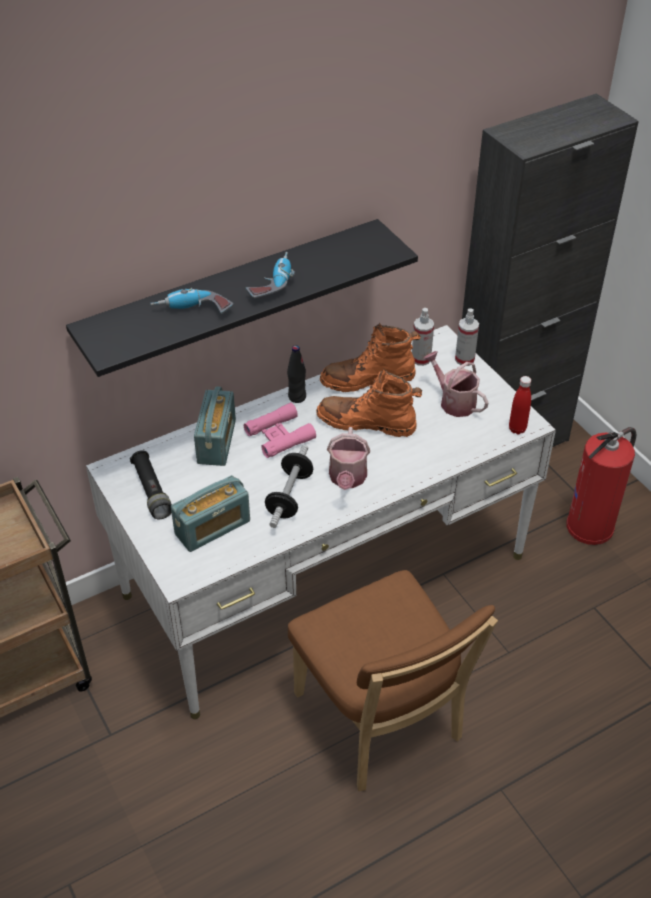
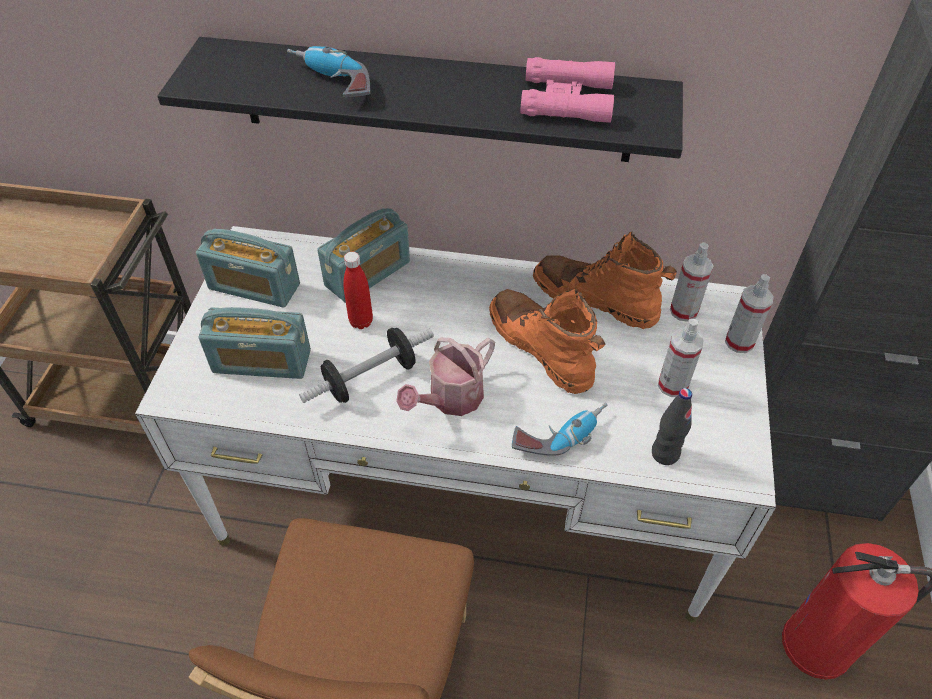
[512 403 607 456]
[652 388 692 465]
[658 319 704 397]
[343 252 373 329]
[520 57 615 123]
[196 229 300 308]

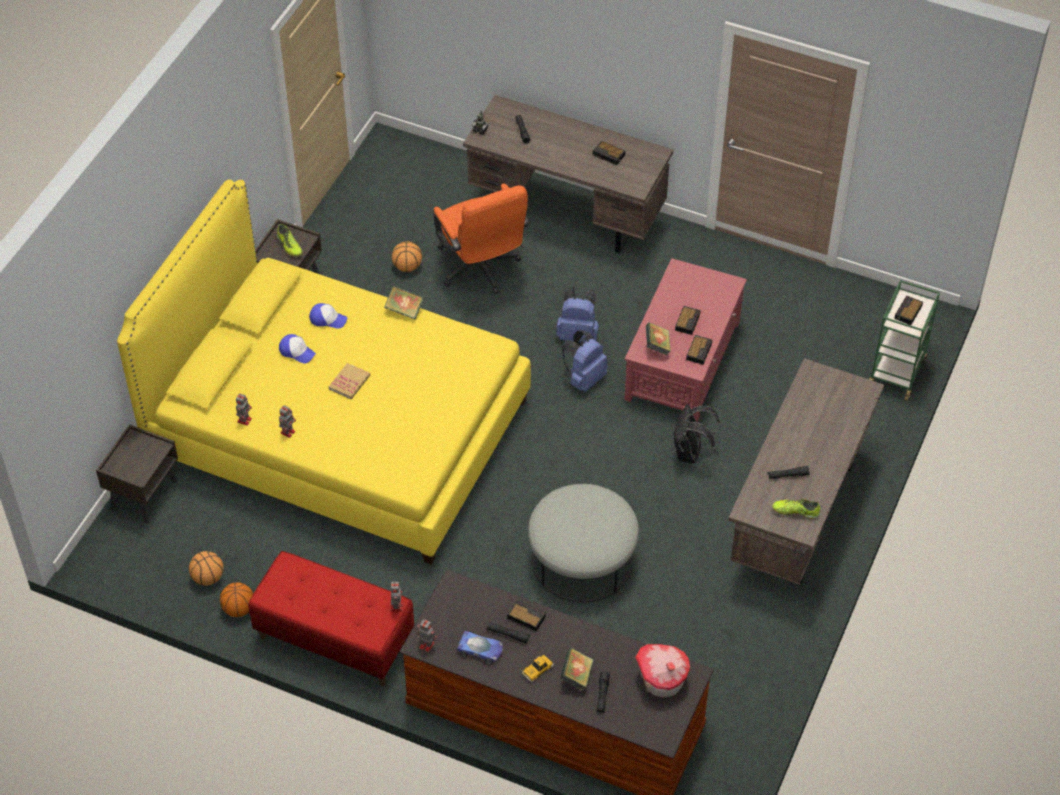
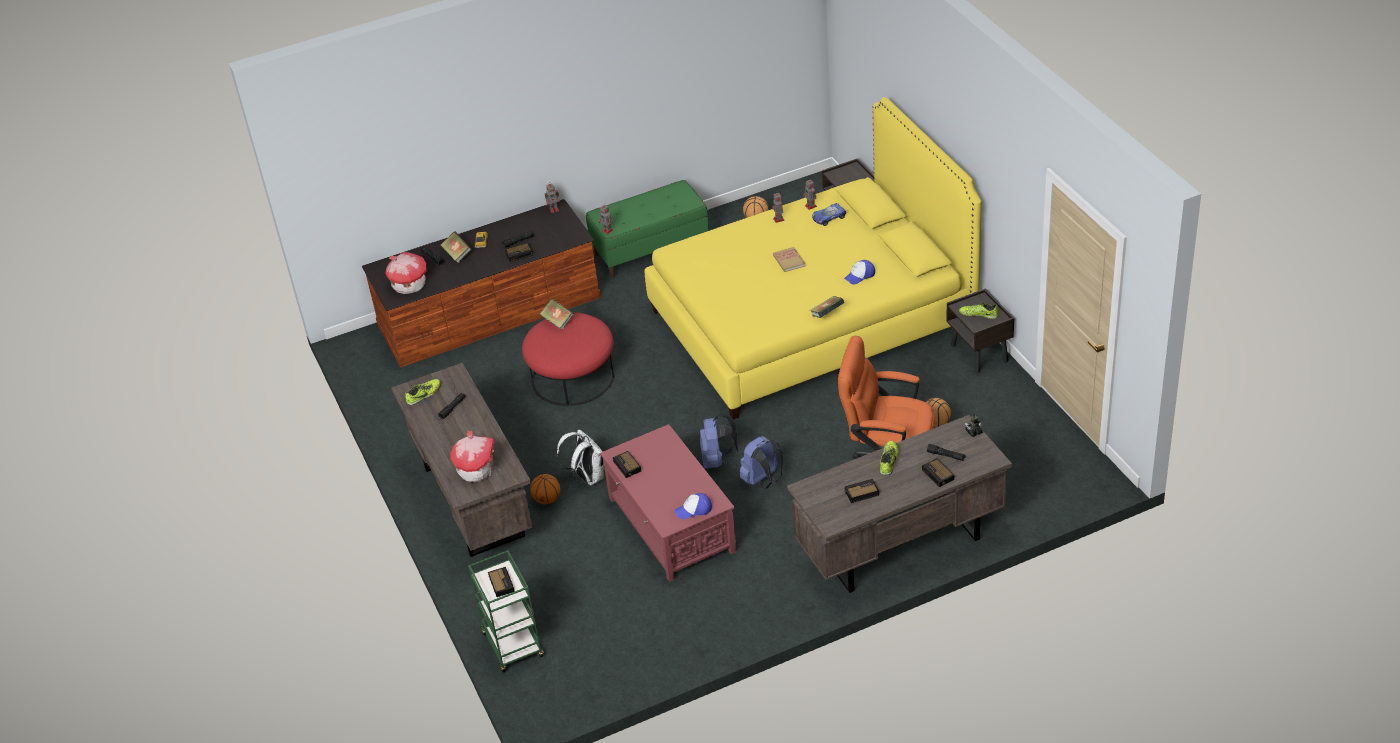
[922 458 954 487]
[540 298 574 330]
[675 493 712 519]
[557 429 604 486]
[522 312 615 406]
[586 180 709 278]
[530 474 560 504]
[812 203 846 226]
[450 431 494 482]
[880 441 899 475]

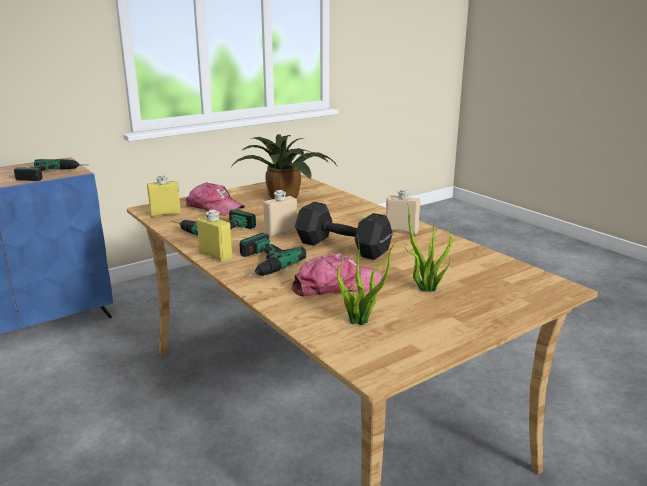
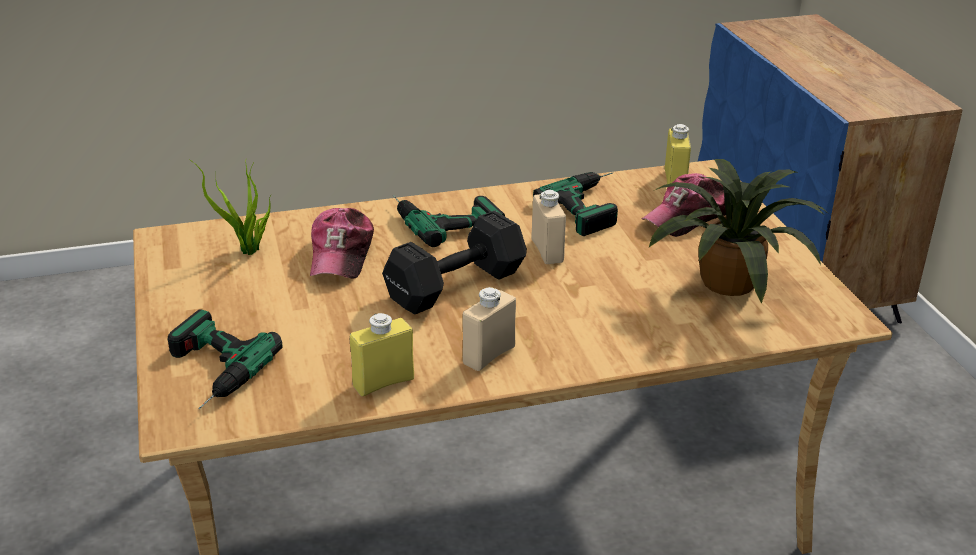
[168 310 283 409]
[403 197 452 292] (first image)
[350 313 414 396]

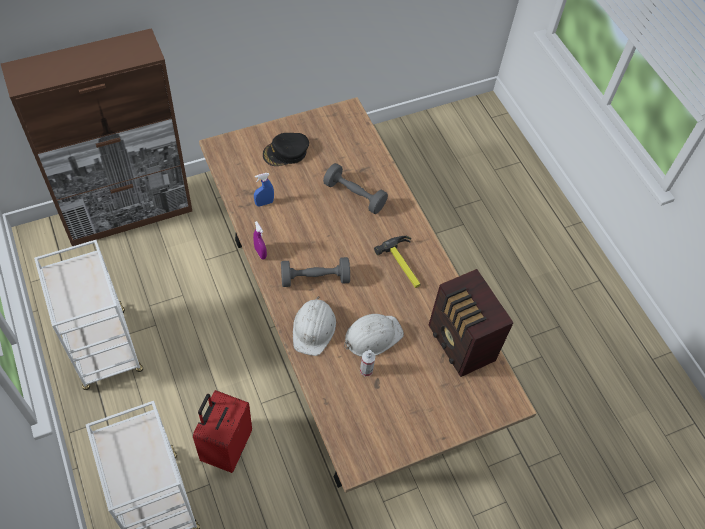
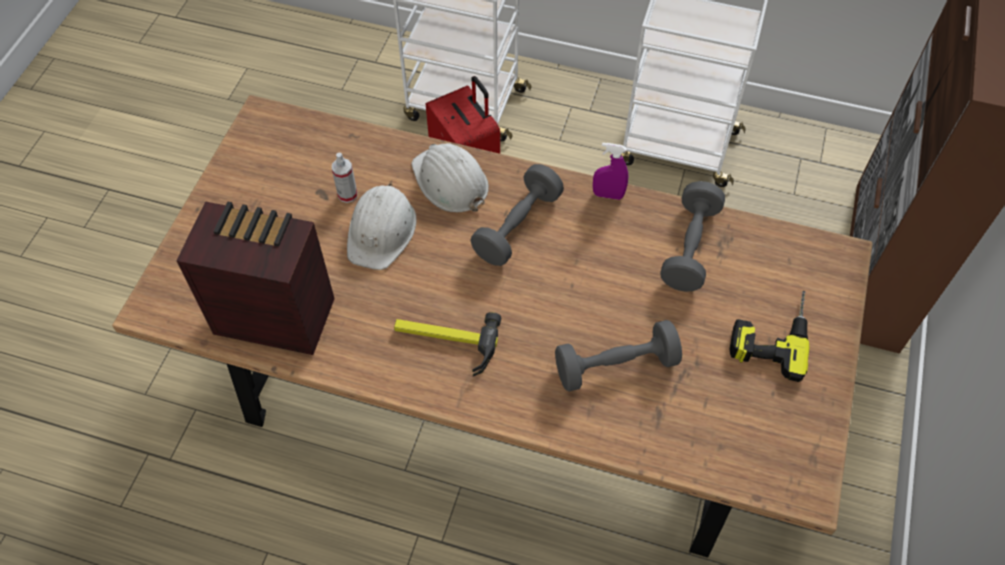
[730 291 809 382]
[660 181 725 292]

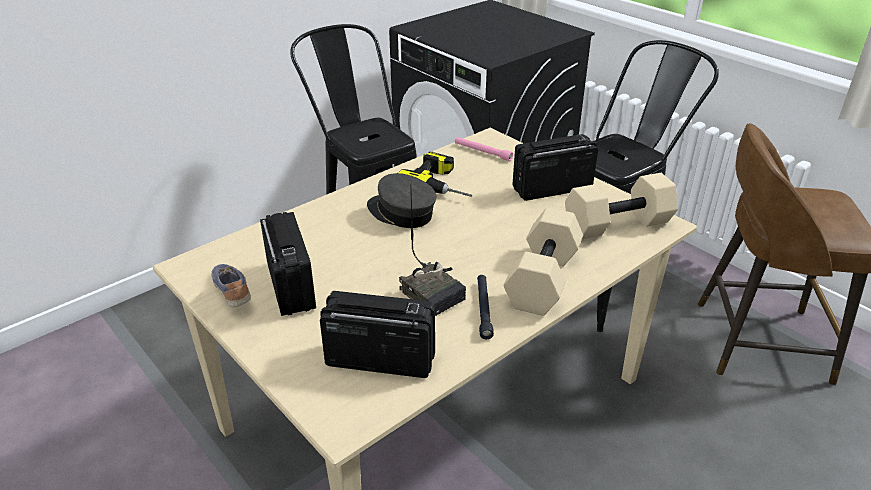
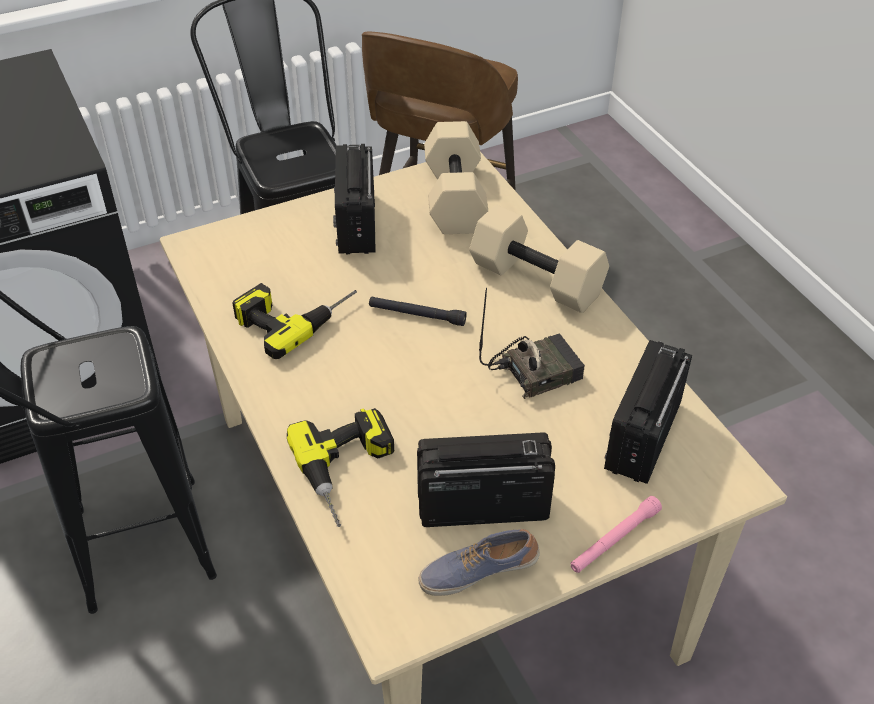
[571 496 662 573]
[367 173 436 228] (first image)
[369 297 467 326]
[287 408 394 527]

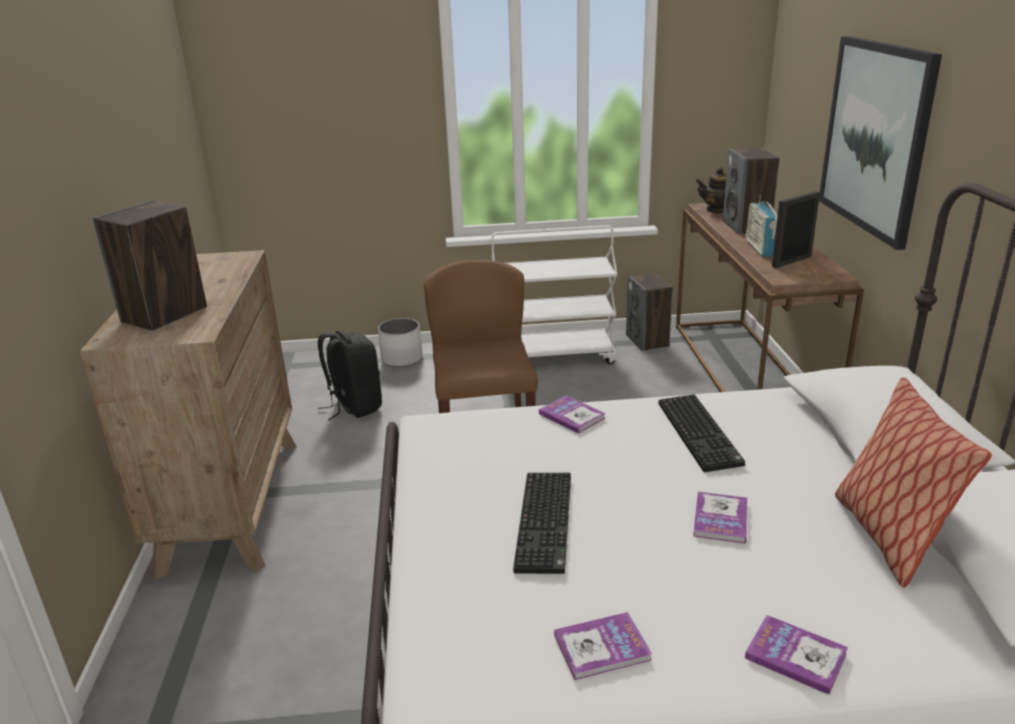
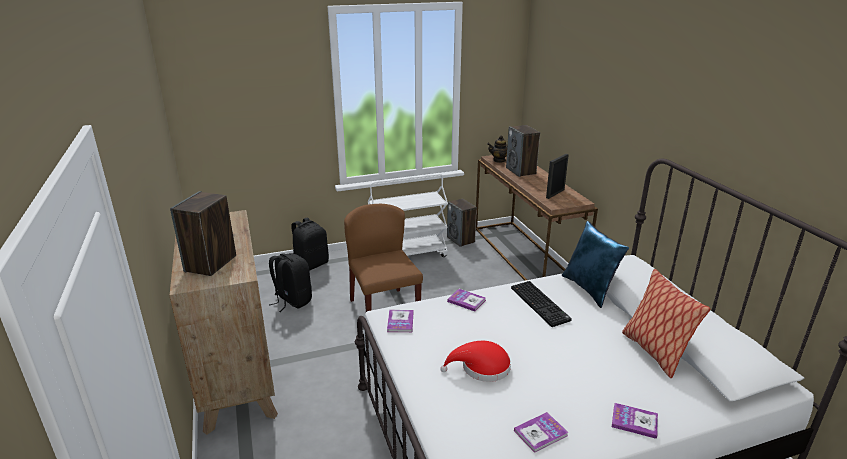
[819 36 942 250] (first image)
[746 195 778 257] (first image)
[291 217 329 271]
[440 341 511 382]
[387 310 413 332]
[562 221 629 308]

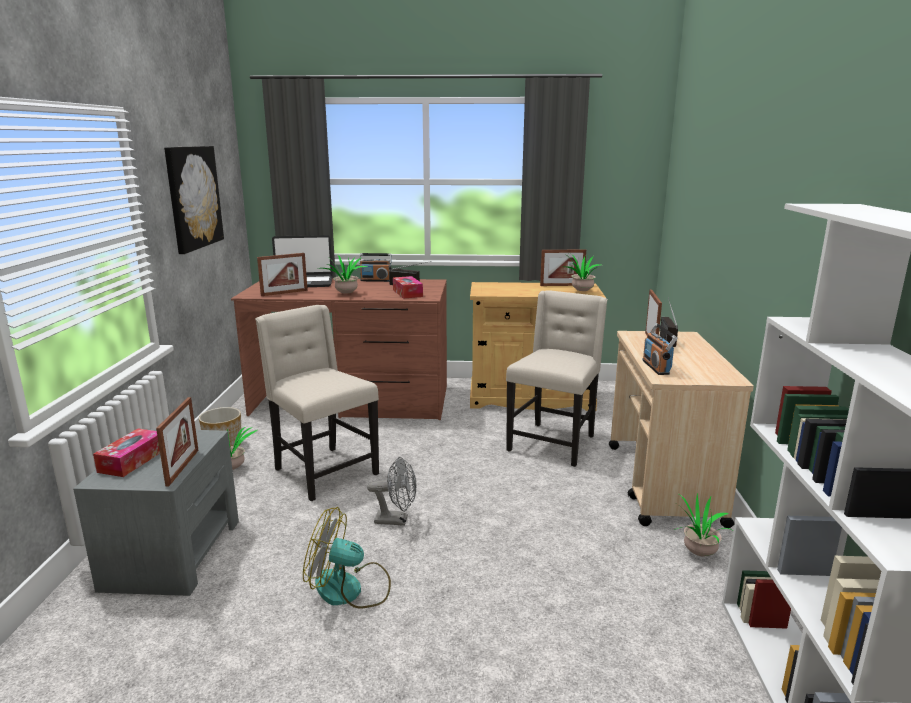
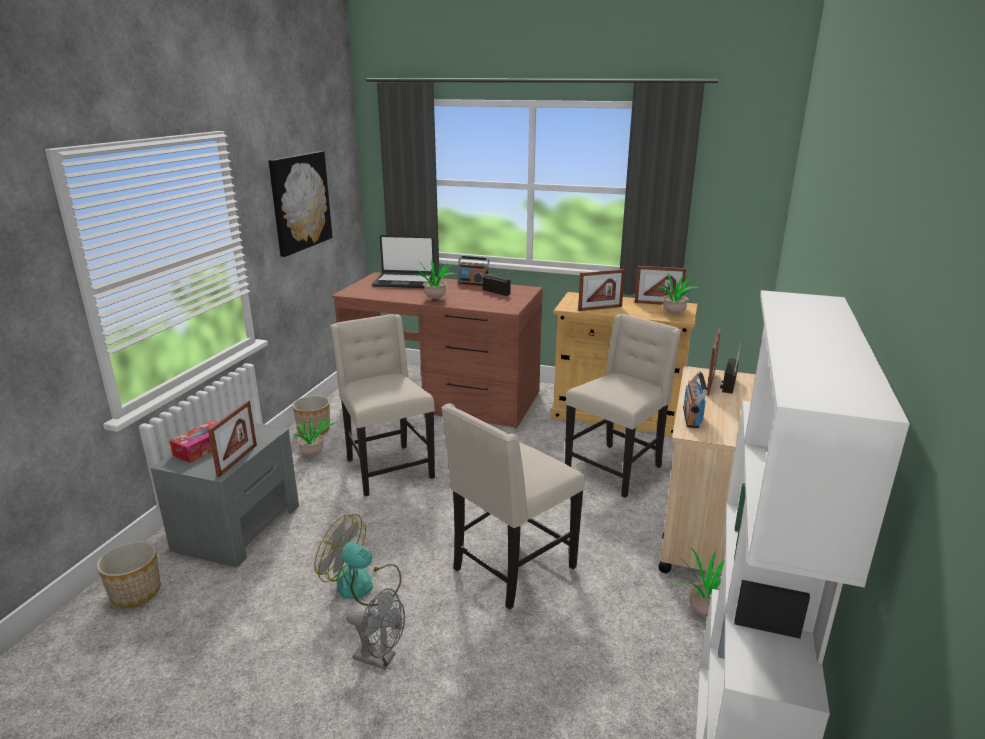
[578 269 625 311]
[393 276 423 299] (first image)
[346 588 405 670]
[441 403 585 610]
[97 541 161 608]

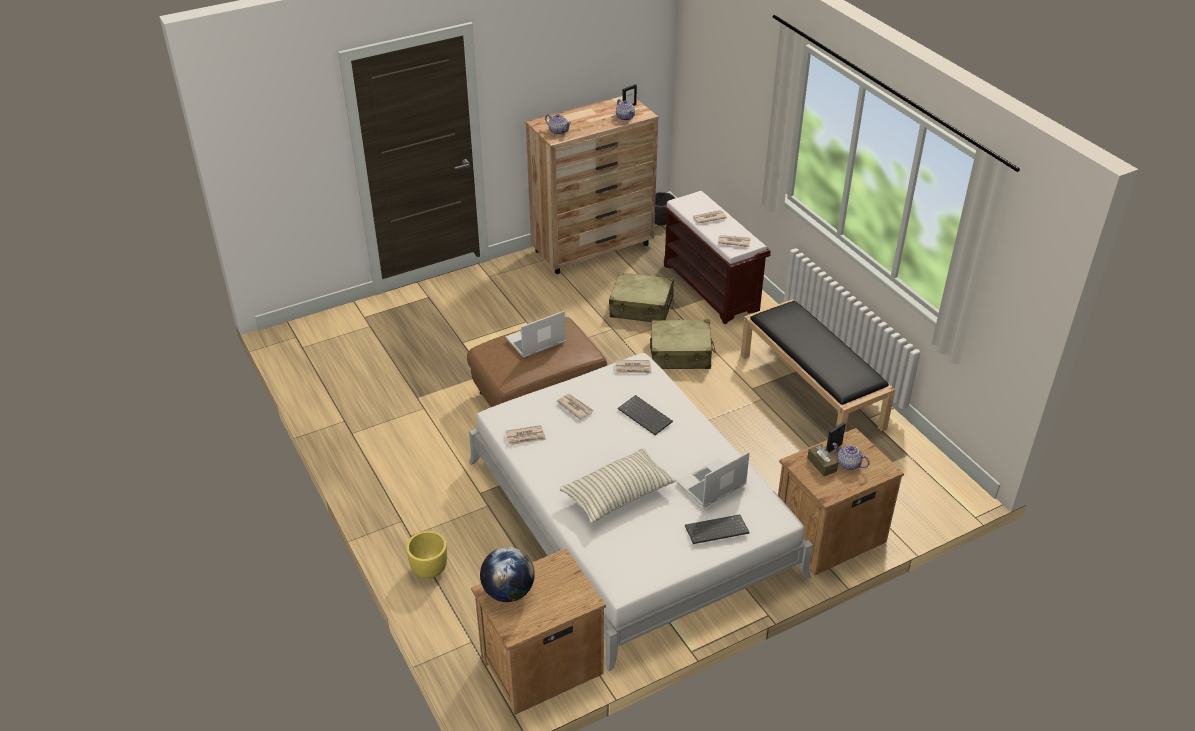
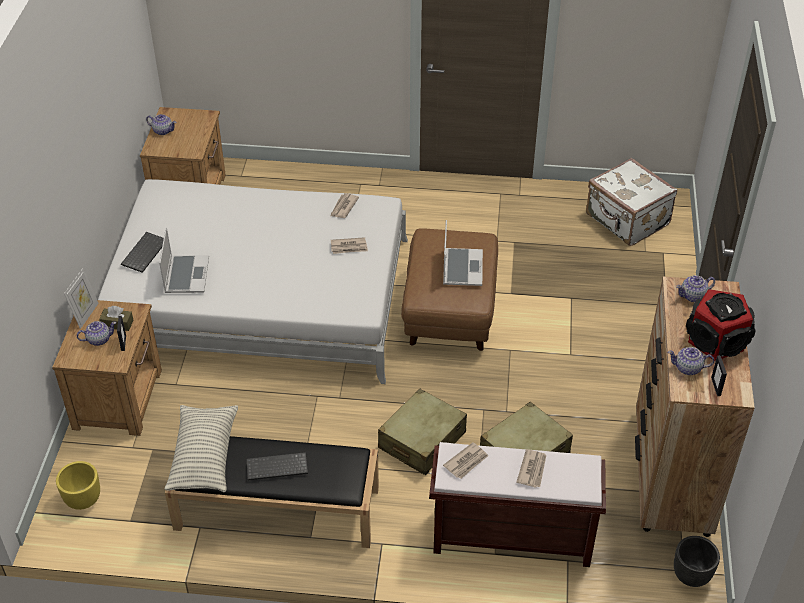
[616 360 652 374] (first image)
[247 452 308 481]
[165 405 238 493]
[56 461 100 510]
[480 547 535 602] (first image)
[146 114 176 135]
[586 158 677 246]
[64 268 99 329]
[686 289 756 361]

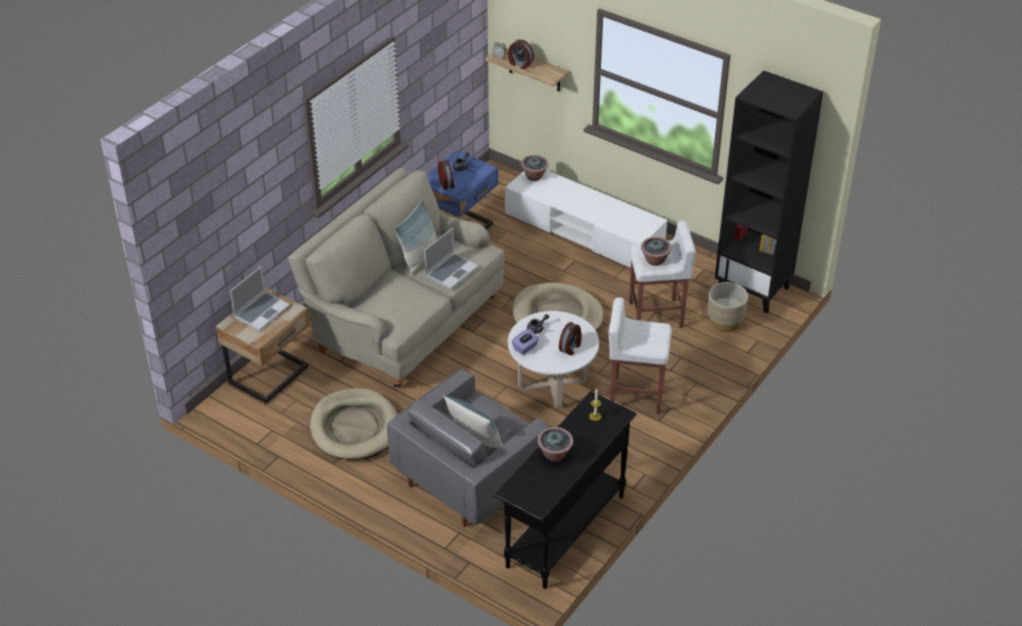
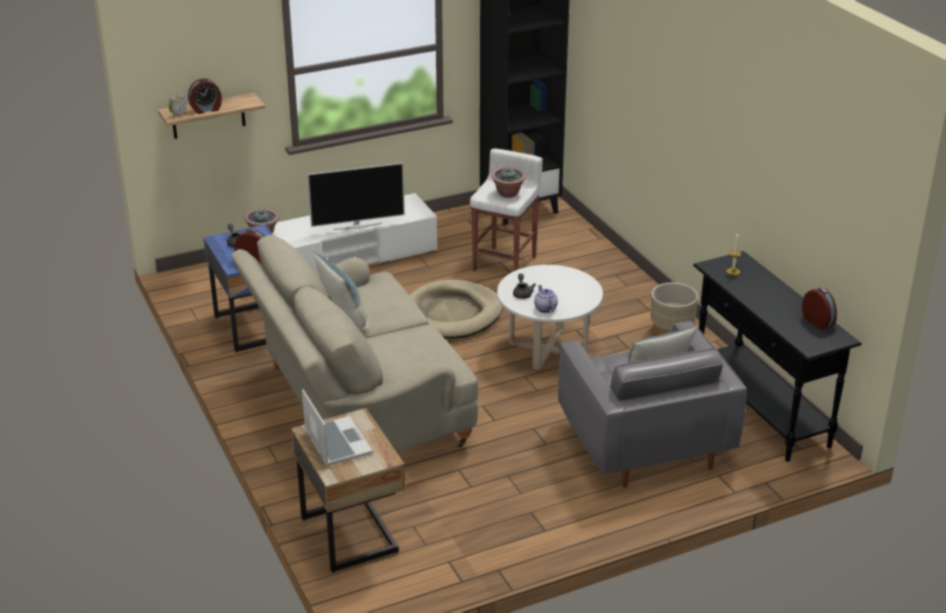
[424 228 479 289] (first image)
[651 283 698 336]
[609 297 672 414] (first image)
[802 287 837 329]
[534 285 558 313]
[310 388 398 460] (first image)
[537 427 573 462] (first image)
[307 163 405 230]

